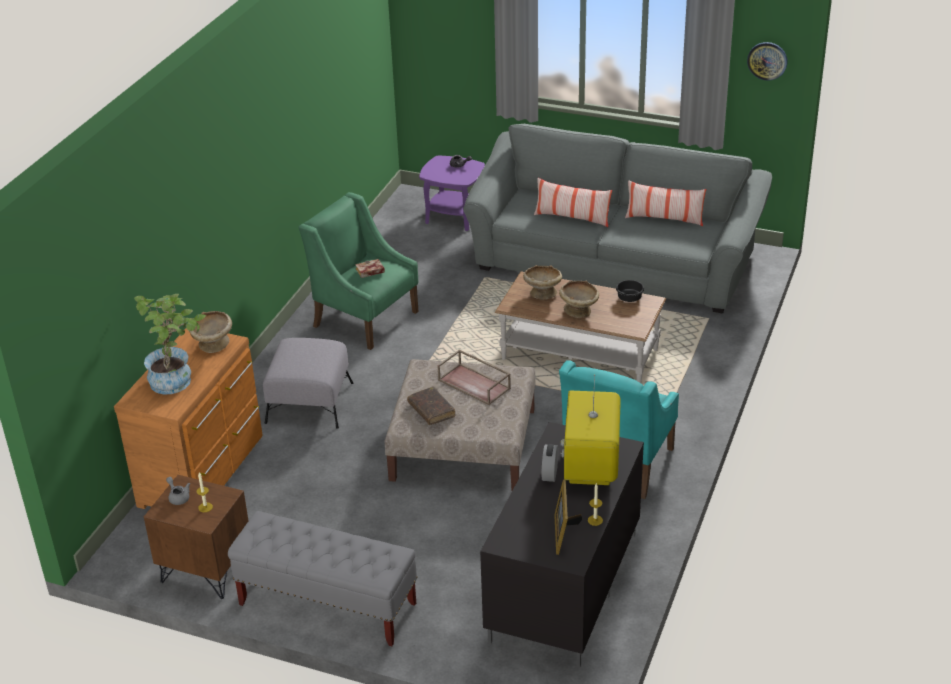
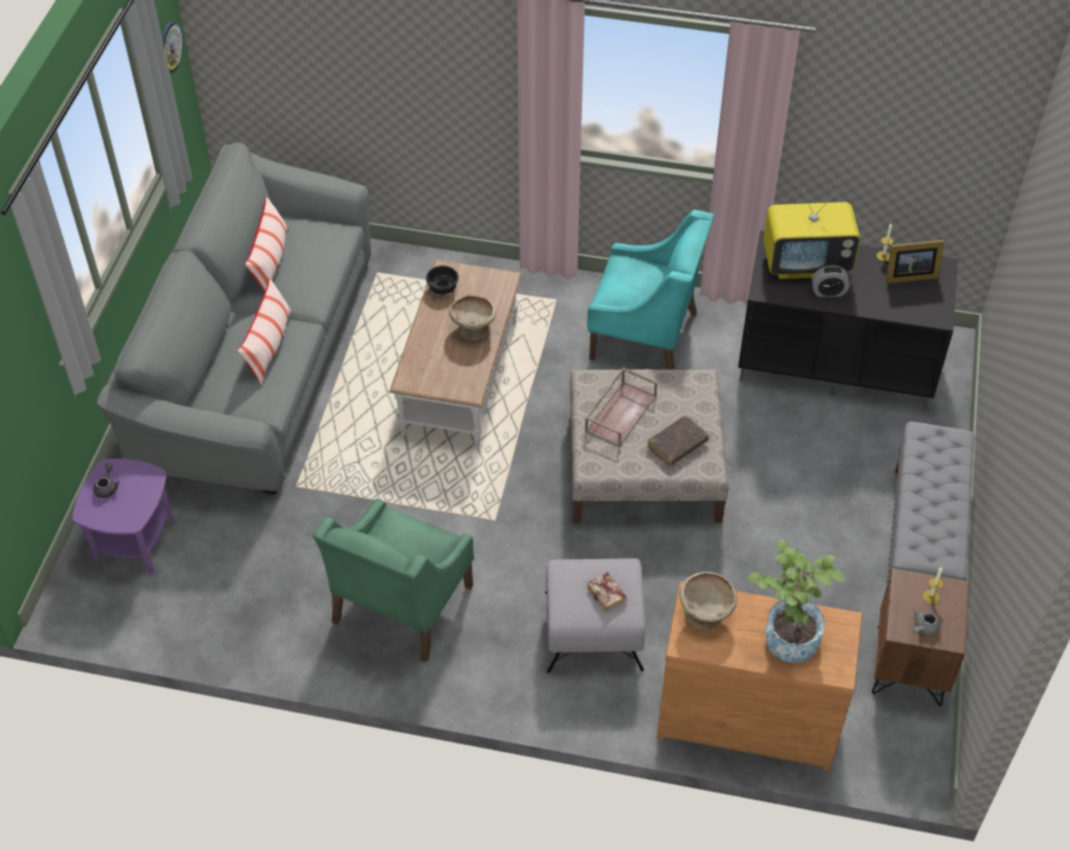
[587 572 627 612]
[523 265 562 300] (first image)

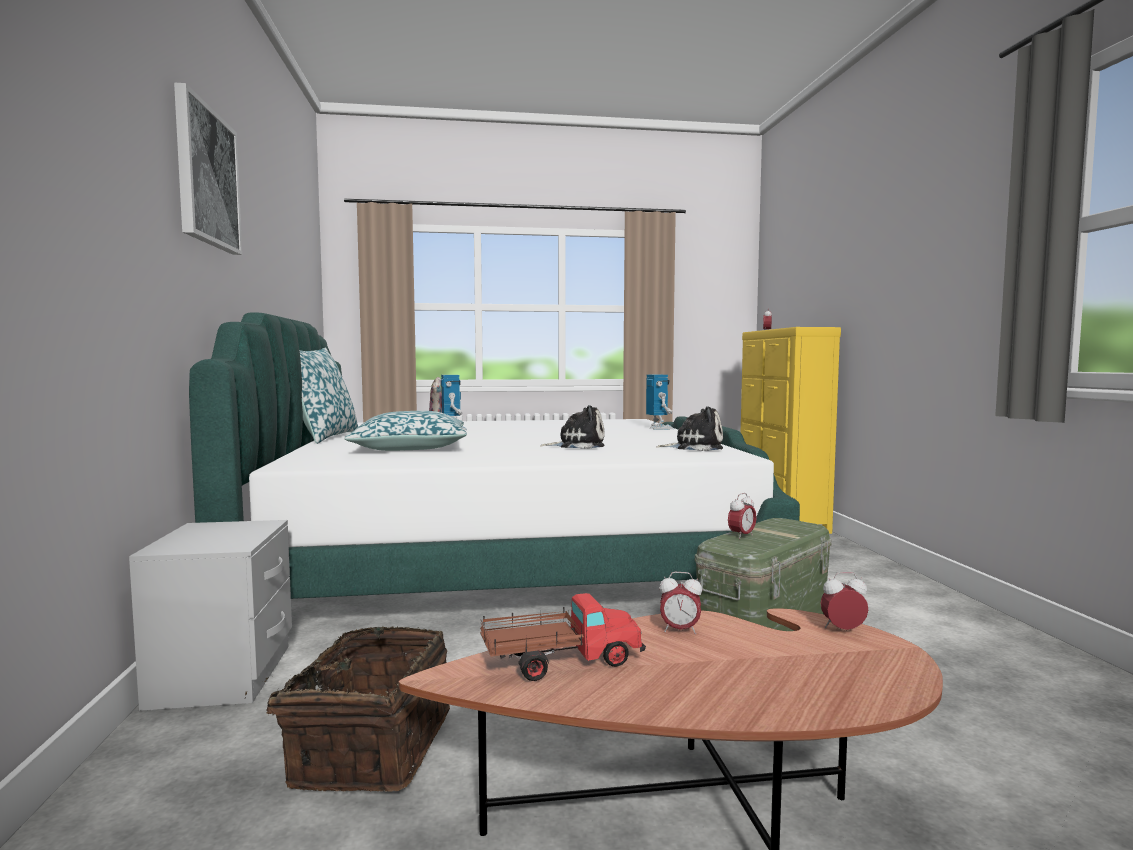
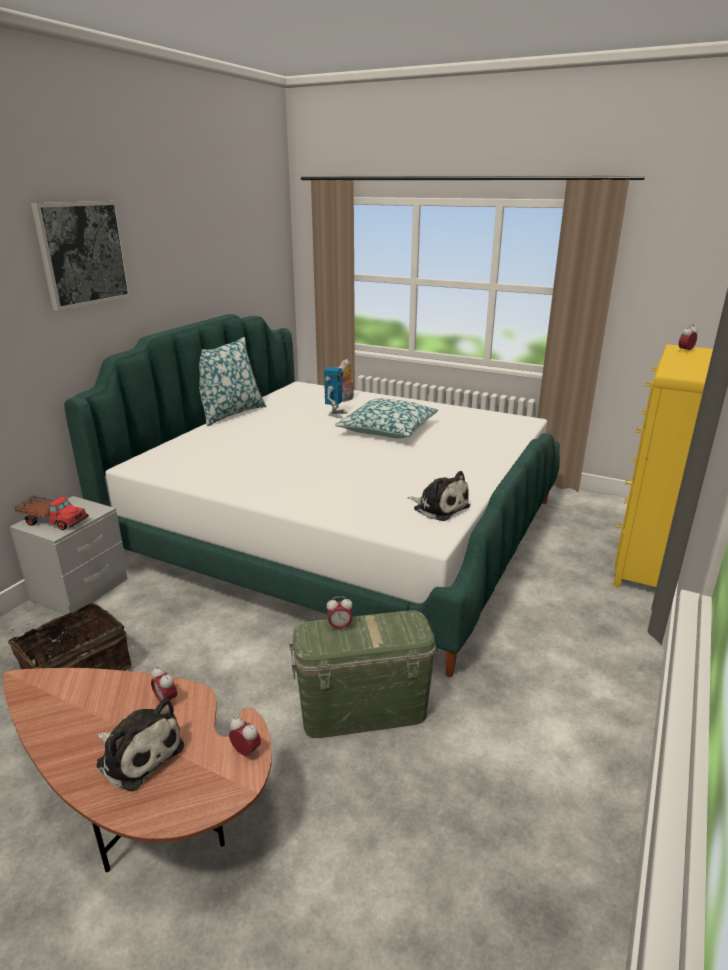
[646 375 673 429] (first image)
[96 698 184 791]
[335 398 438 438]
[15 496 89 530]

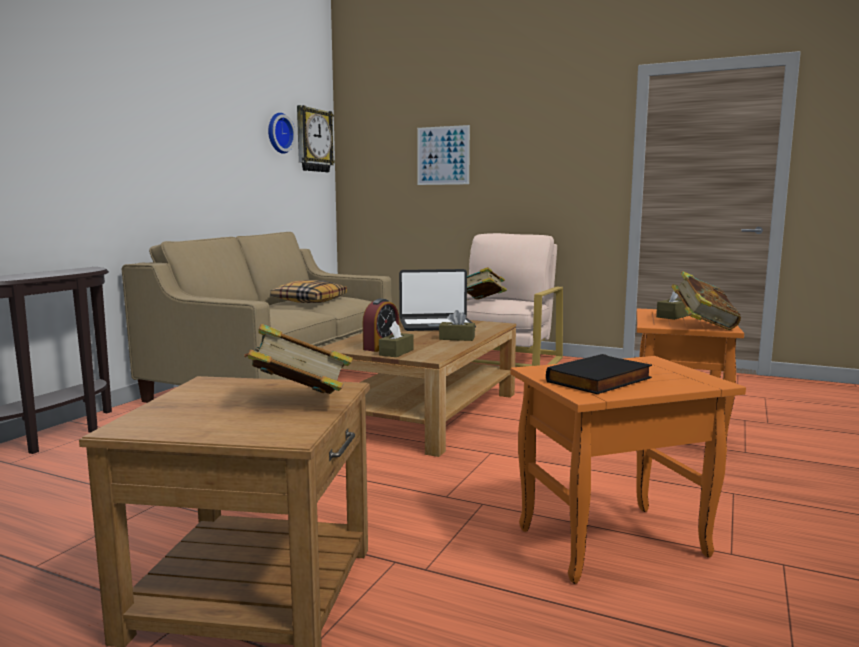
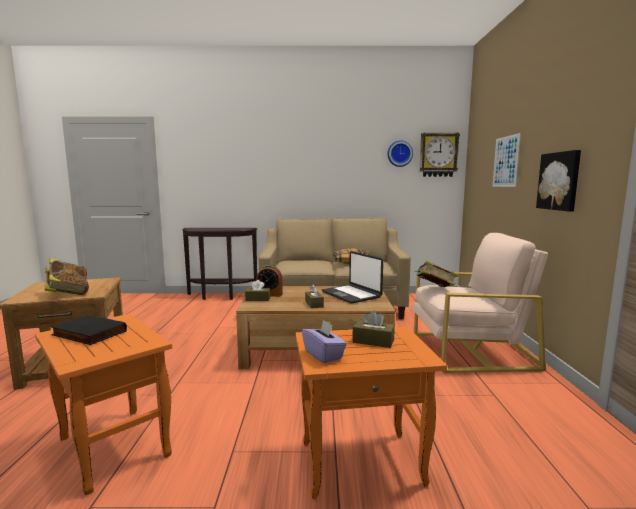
[302 320 347 364]
[536 150 581 212]

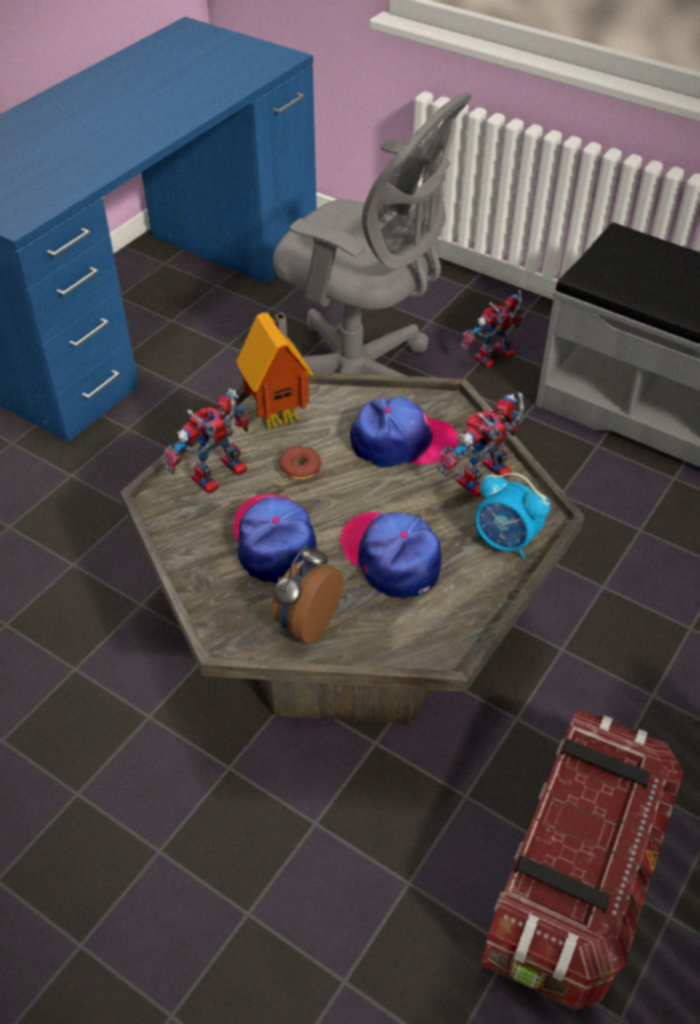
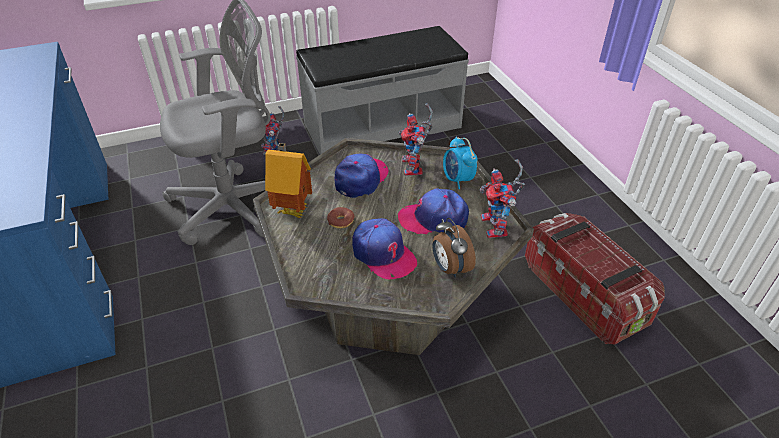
[480 159 525 238]
[443 137 477 189]
[352 218 418 279]

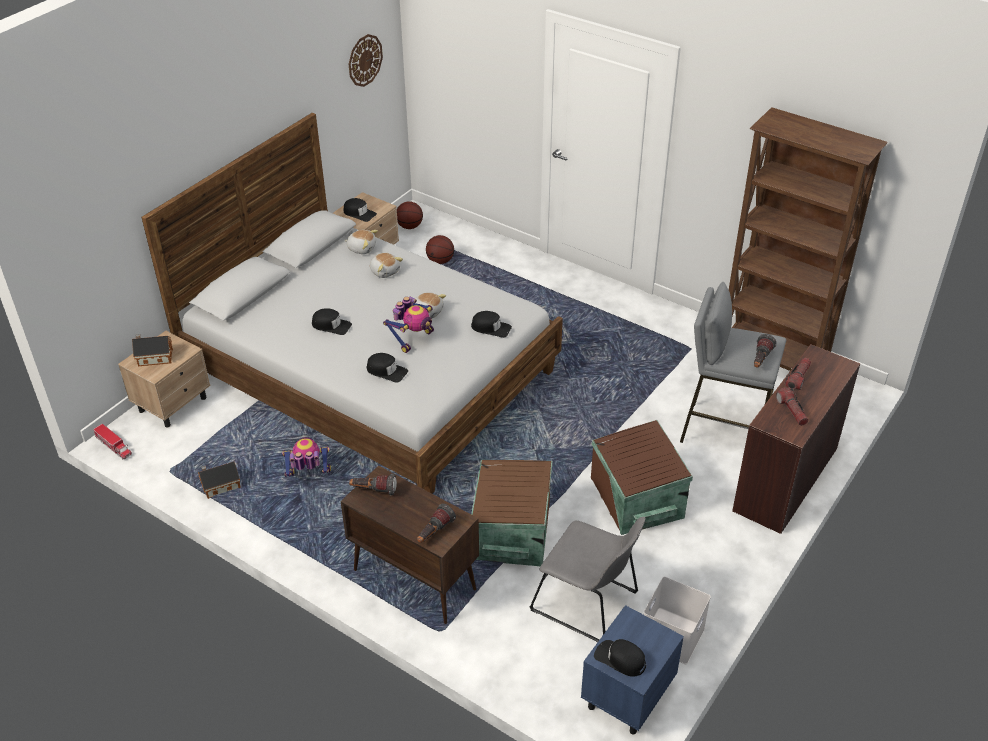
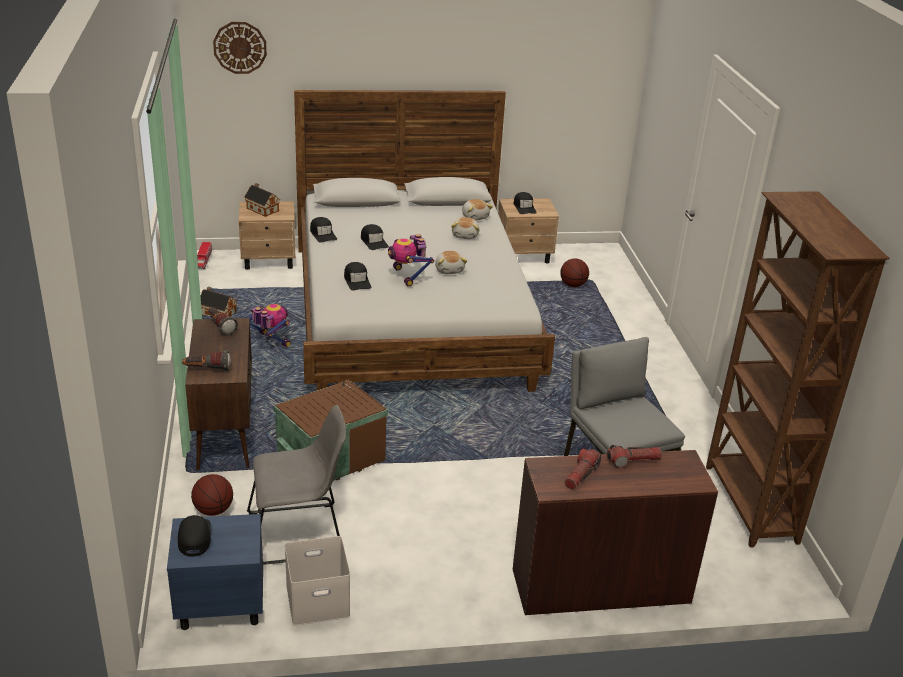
[213 22 267 74]
[191 474 233 516]
[388 234 434 287]
[310 217 337 243]
[754 334 776 368] (first image)
[591 420 693 535] (first image)
[247 405 346 565]

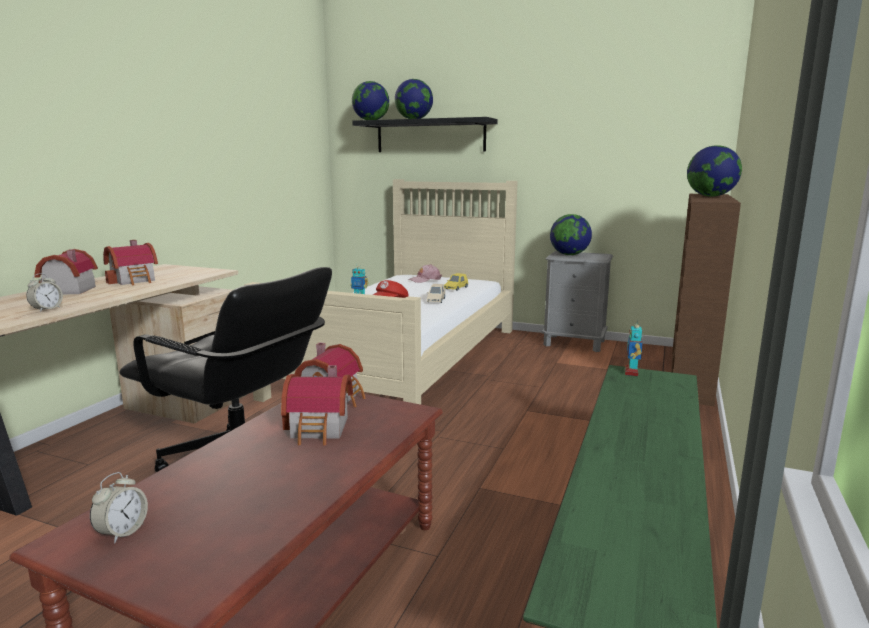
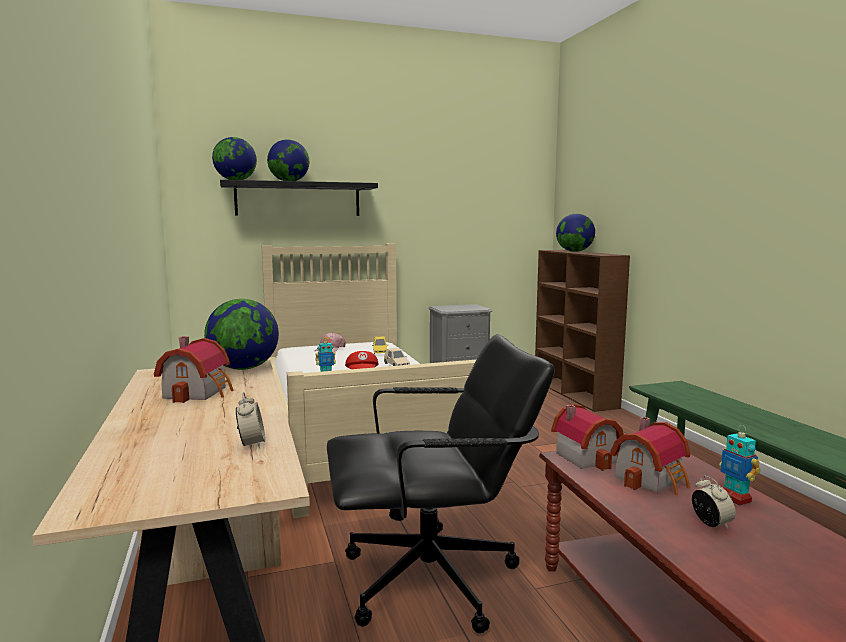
[204 299 279 370]
[34 249 98 294] (first image)
[719 425 761 505]
[692 476 736 529]

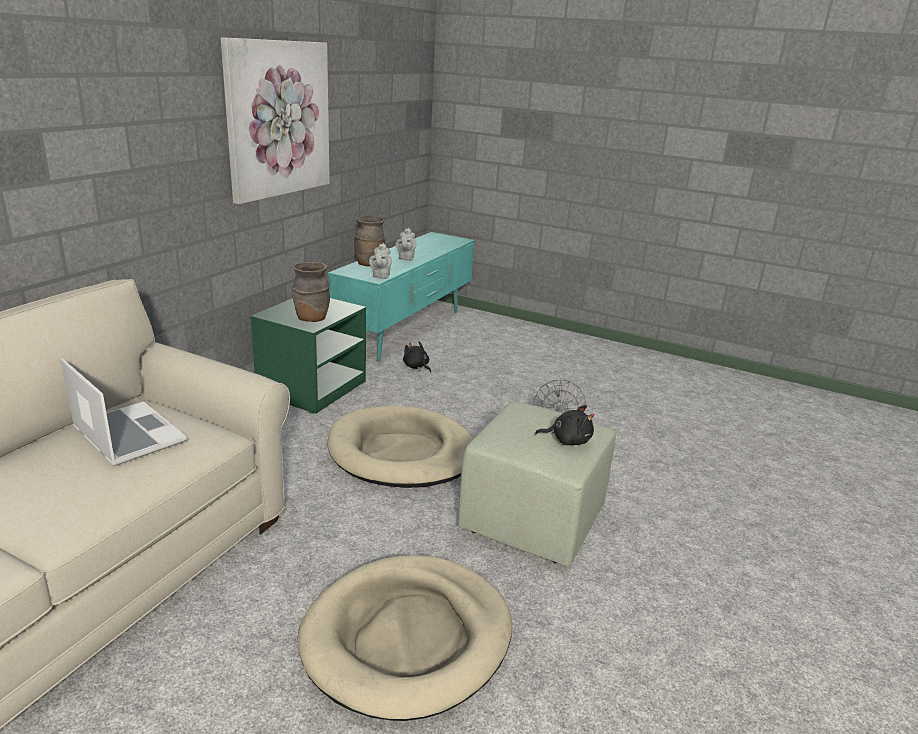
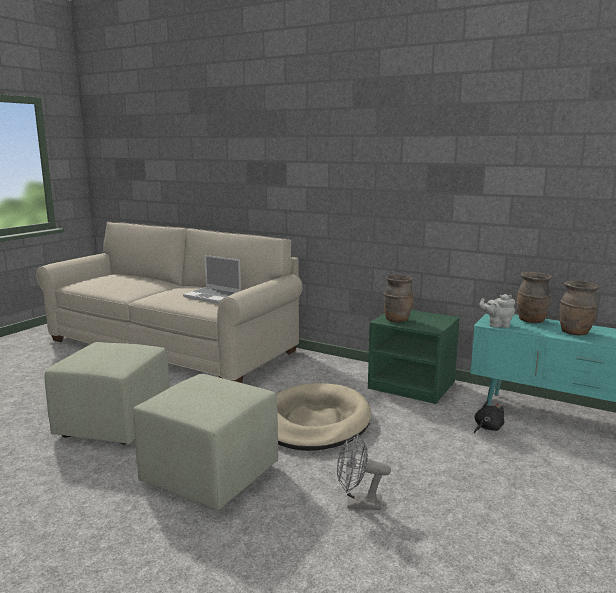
[221 37 330 204] (first image)
[559 281 599 335]
[183 255 241 303]
[535 405 595 445] (first image)
[45 342 170 444]

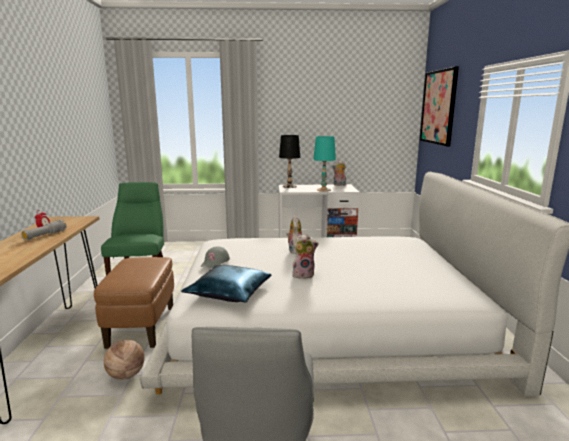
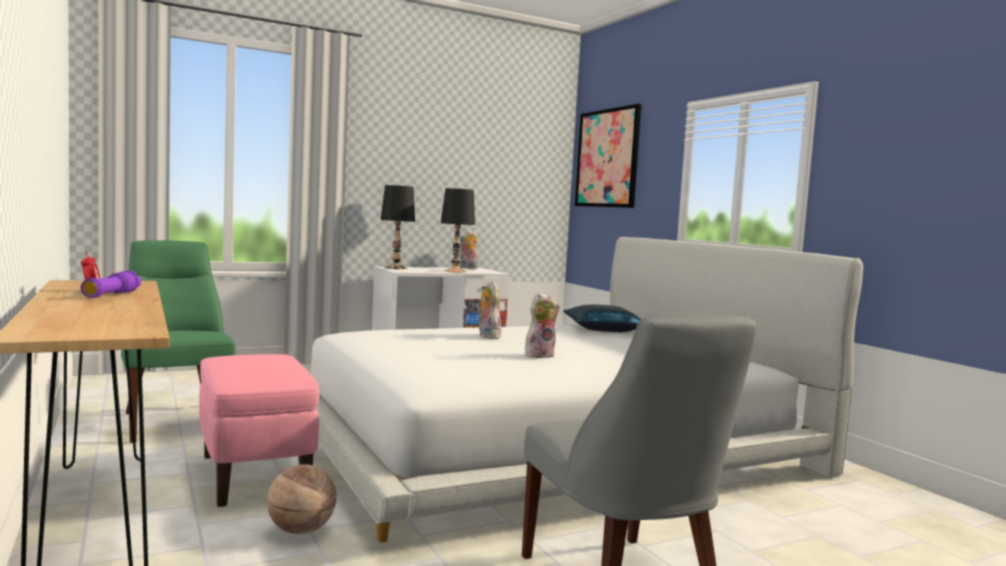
[441 188 475 273]
[81 271 141 298]
[200 246 230 268] (first image)
[199 354 320 507]
[563 304 641 332]

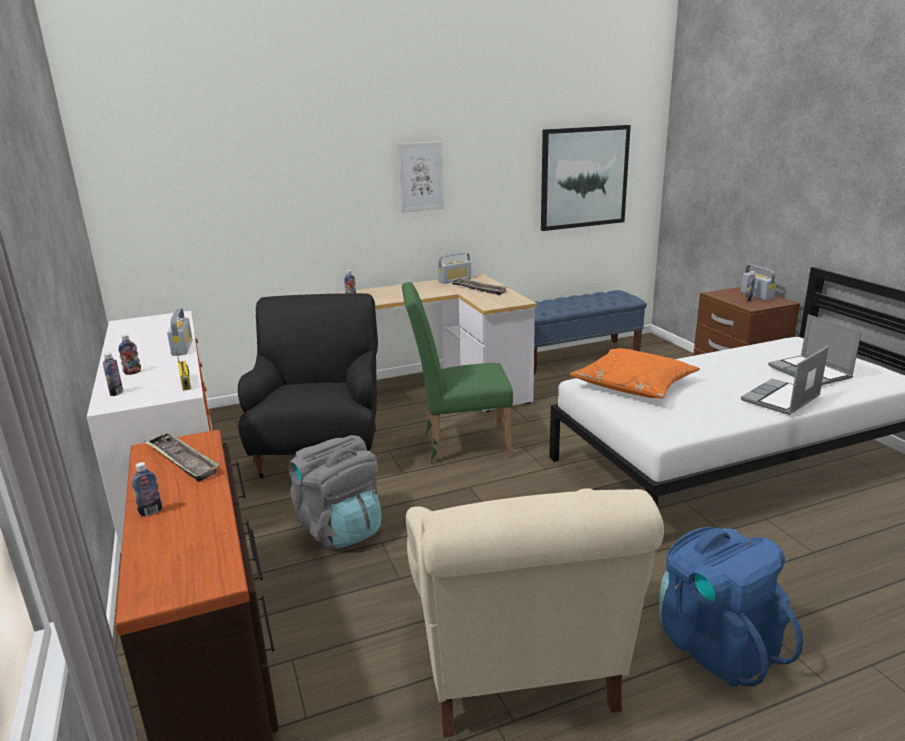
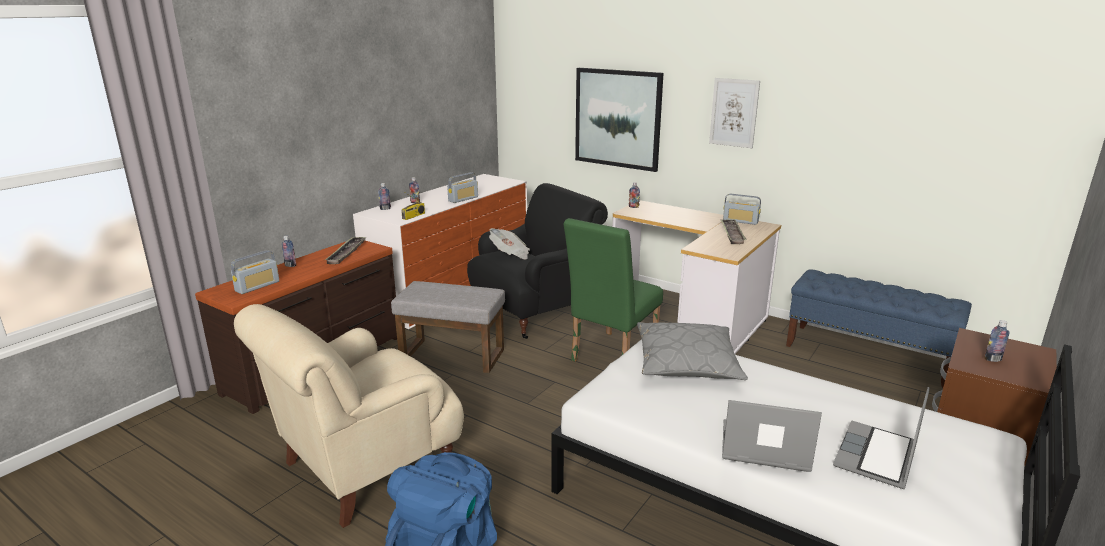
[575 68 664 172]
[231 250 280 294]
[563 218 663 362]
[637 322 748 380]
[391 281 505 373]
[489 228 530 260]

